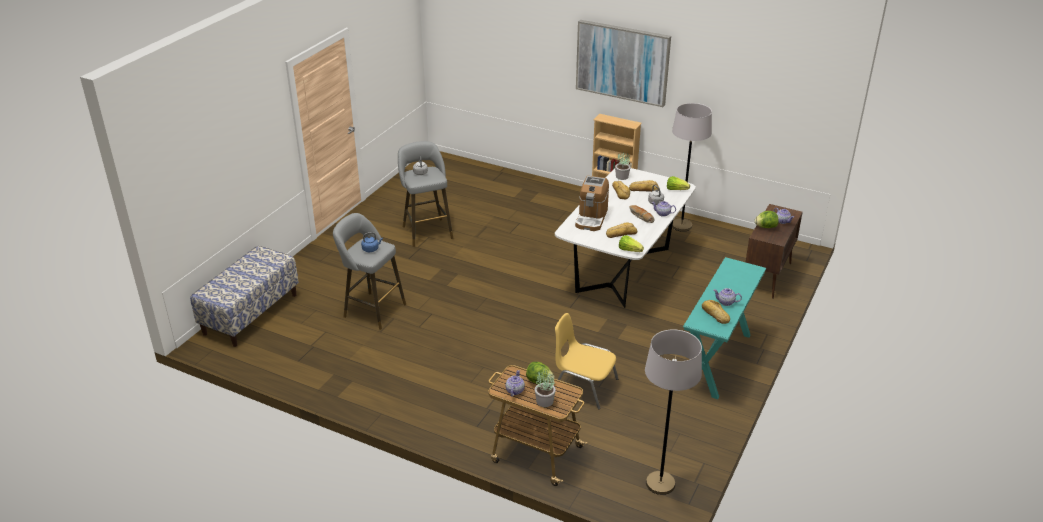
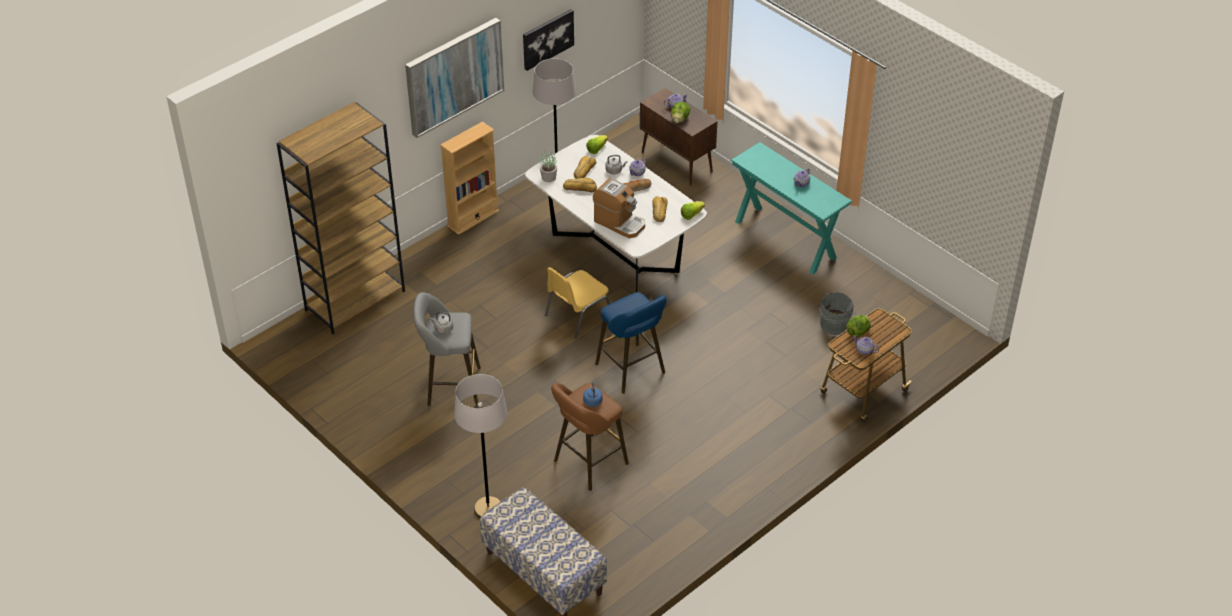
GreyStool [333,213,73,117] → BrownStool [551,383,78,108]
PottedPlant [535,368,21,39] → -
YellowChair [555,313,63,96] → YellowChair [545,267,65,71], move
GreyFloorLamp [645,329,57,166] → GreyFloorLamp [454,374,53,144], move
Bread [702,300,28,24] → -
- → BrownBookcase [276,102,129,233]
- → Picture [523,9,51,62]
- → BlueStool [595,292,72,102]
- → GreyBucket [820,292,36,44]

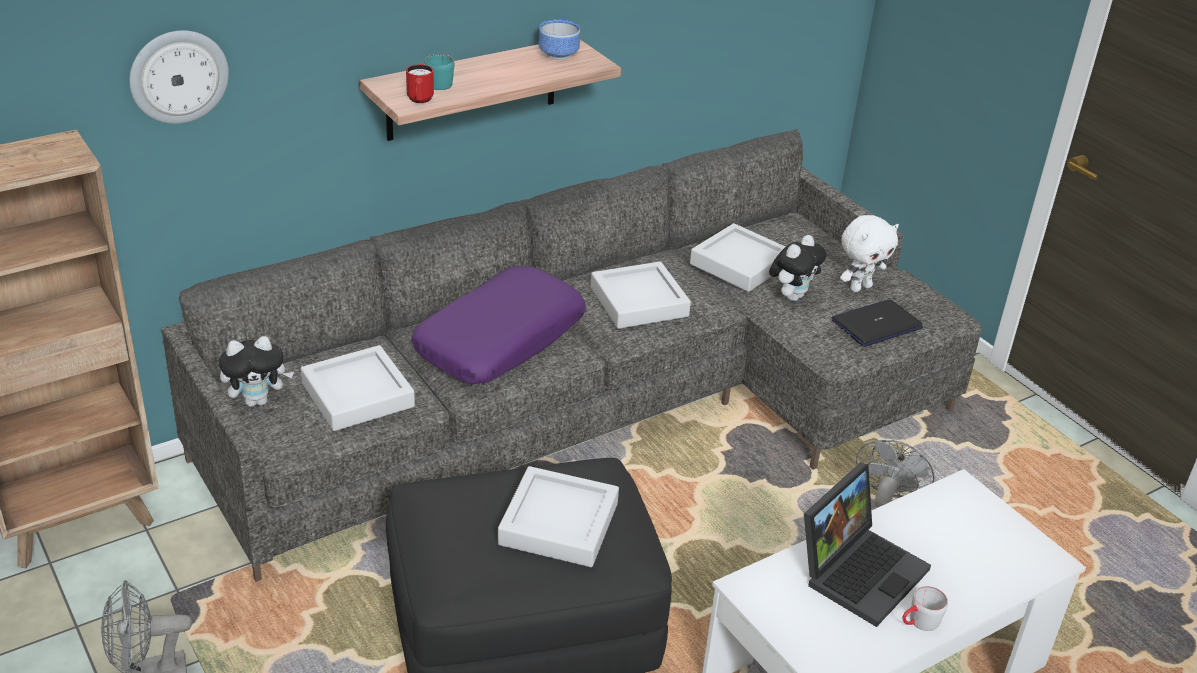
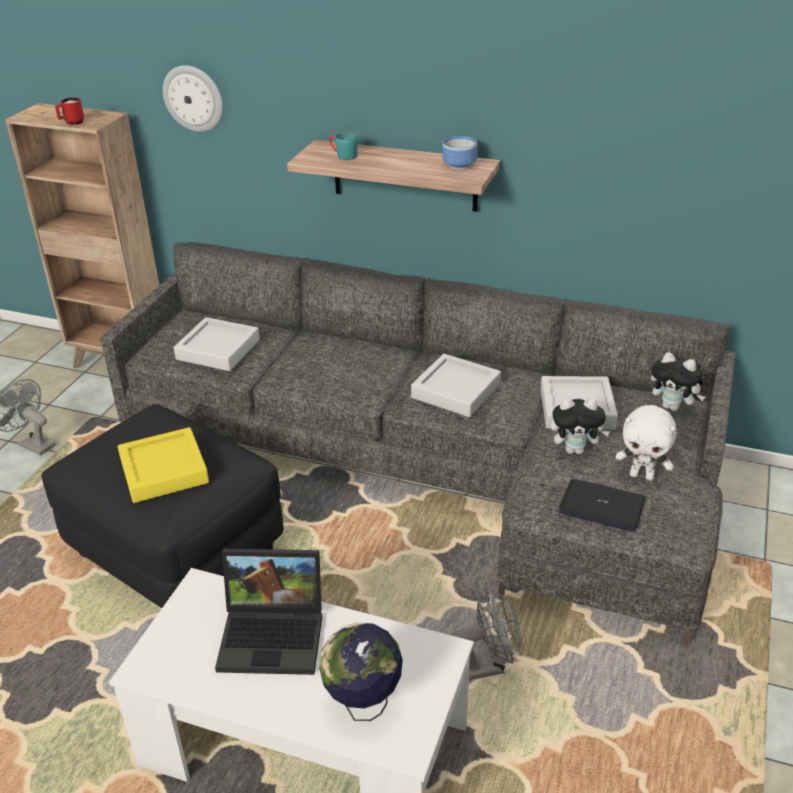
PlushToy [219,336,75,71] → PlushToy [651,352,54,59], move
RedMug [406,64,28,39] → RedMug [55,97,29,28], move
PurplePillow [412,266,174,118] → -
GreyTray [498,466,121,101] → YellowTray [118,427,91,76]
GreyMug [902,586,46,45] → -
- → Globe [319,622,84,99]

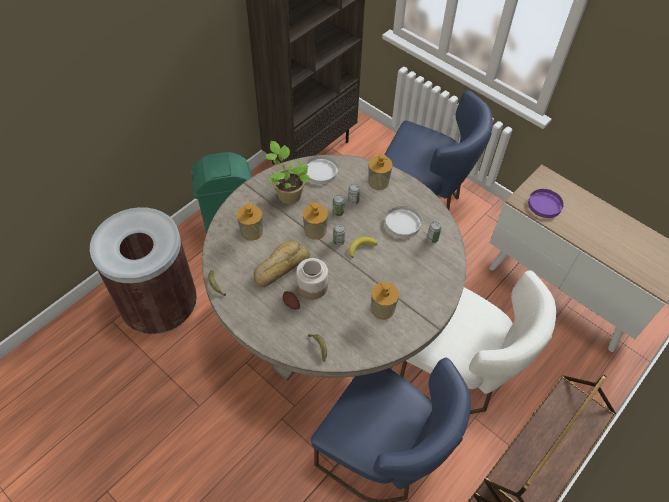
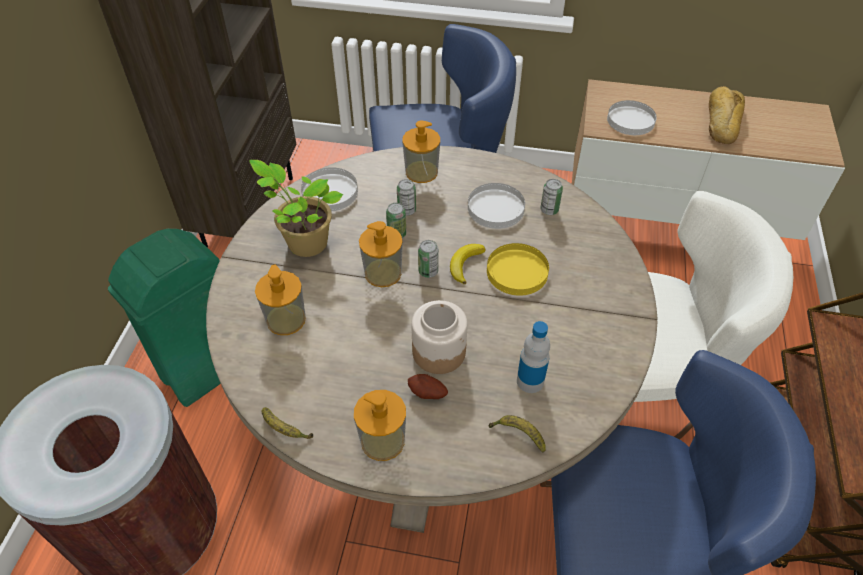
Bread [254,240,56,47] → Bread [709,86,36,58], move
SoapDispenser [371,282,28,38] → SoapDispenser [354,390,52,71], move
PurplePlate [528,189,36,29] → WhitePlate [607,100,50,35]
- → YellowPlate [487,243,62,53]
- → Bottle [517,321,33,72]

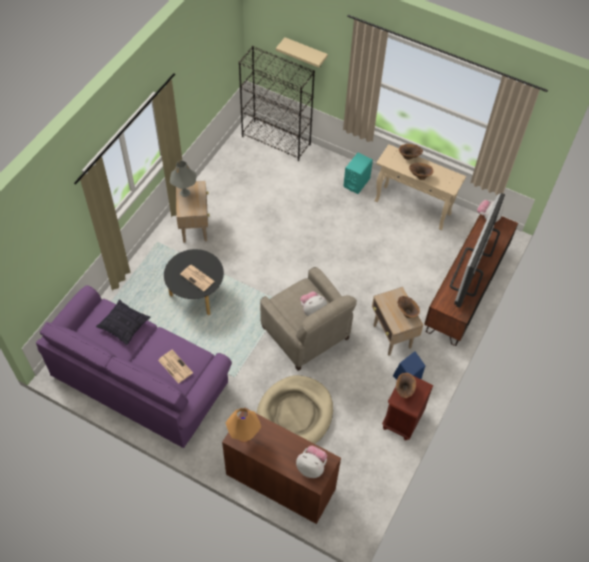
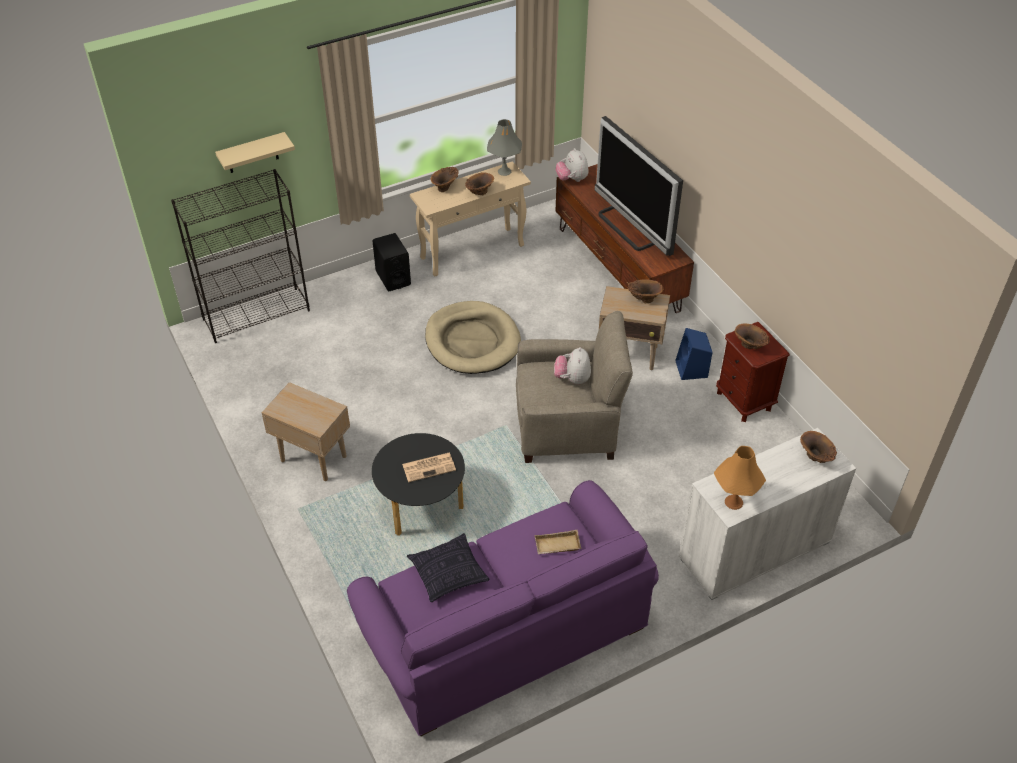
Newspaper [158,350,35,34] → BeigeTray [534,530,47,24]
GreyTableLamp [170,160,27,37] → GreyTableLamp [487,119,35,57], move
BrownCabinet [222,407,119,117] → WhiteCabinet [679,428,177,172]
BeigeDogBed [256,375,77,69] → BeigeDogBed [425,301,96,73], move
PlushToy [296,446,31,32] → BrownVase [800,431,37,32]
TurquoiseSpeaker [343,153,30,41] → BlackSpeaker [372,233,39,58]

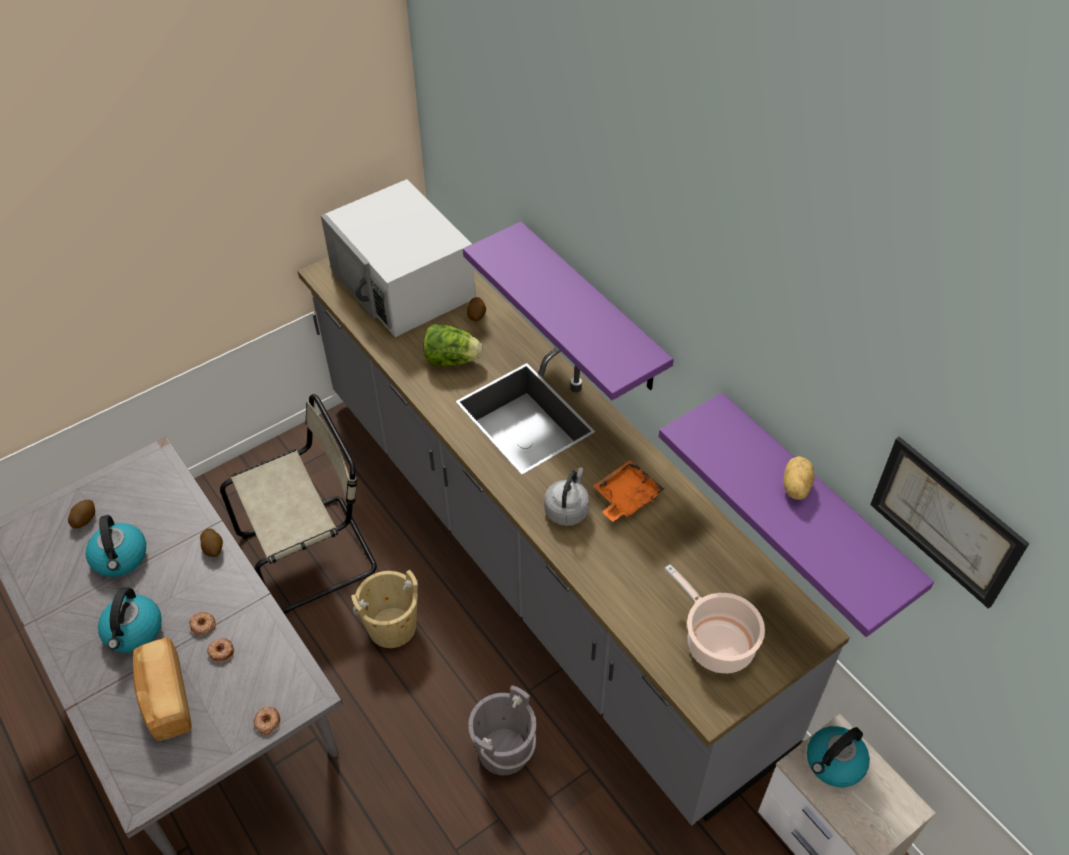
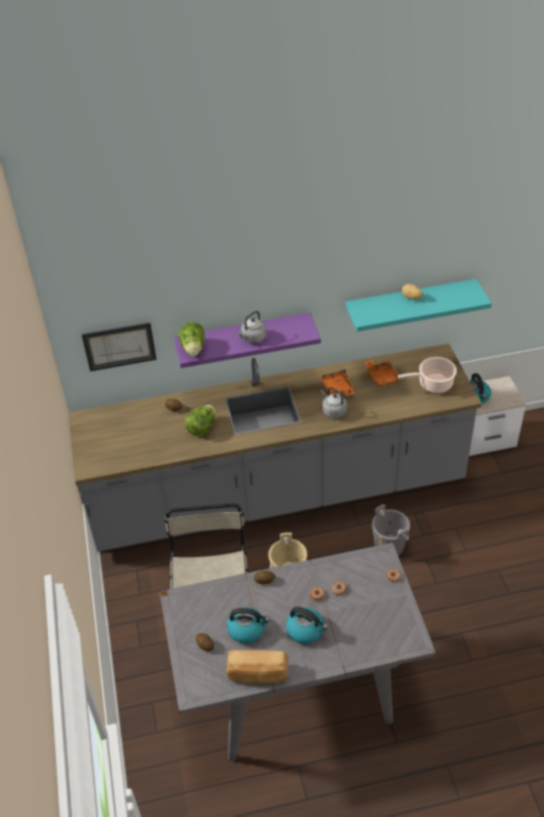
Bread [133,637,59,104] → Bread [226,650,62,34], move
WhiteMicrowave [321,179,155,158] → -
PurpleShelf [658,393,276,244] → TurquoiseShelf [345,279,147,53]
Picture [870,437,159,172] → Picture [82,322,75,49], move
- → Lettuce [178,322,27,34]
- → GreyKettle [236,311,30,32]
- → OrangeTray [365,360,37,27]

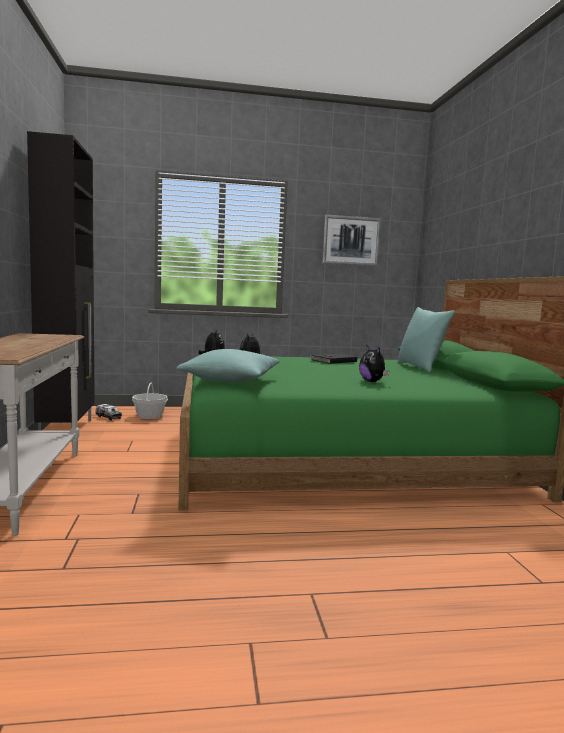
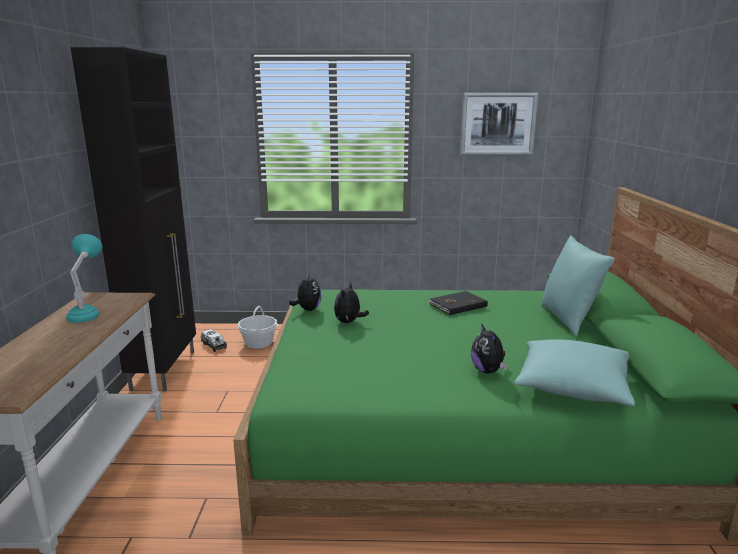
TurquoisePillow [176,349,104,33] → TurquoisePillow [514,339,121,67], move
- → TurquoiseTableLamp [66,234,36,89]

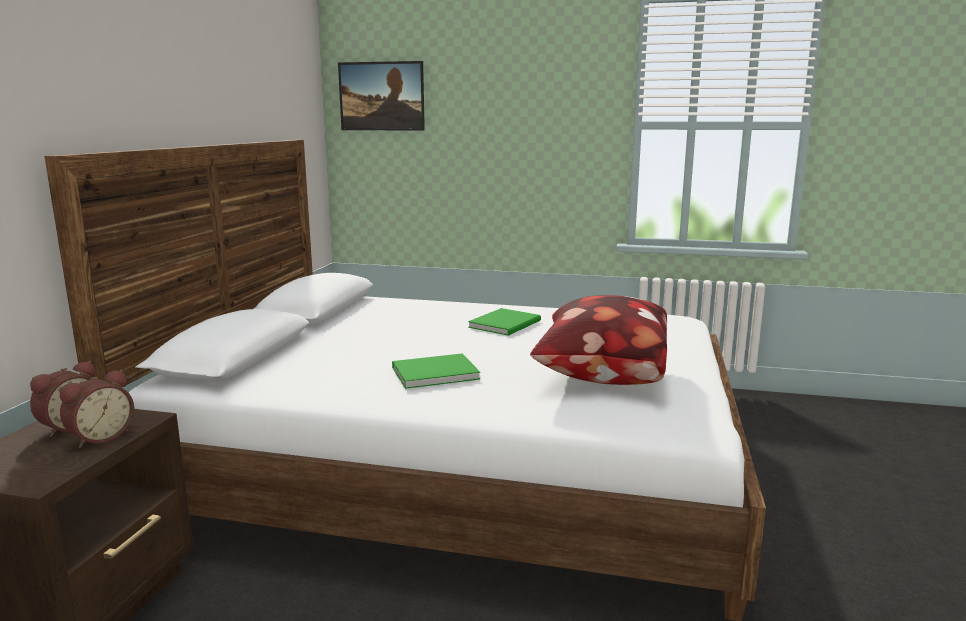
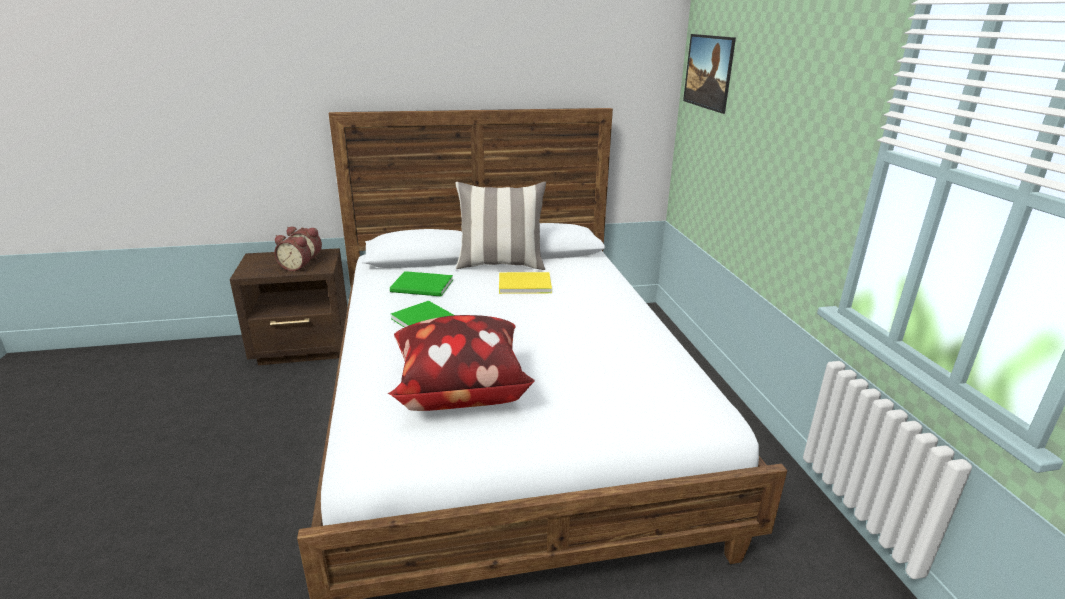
GreenBook [468,308,73,28] → GreenBook [390,271,63,26], move
- → Pillow [455,182,91,88]
- → YellowBook [499,272,53,22]

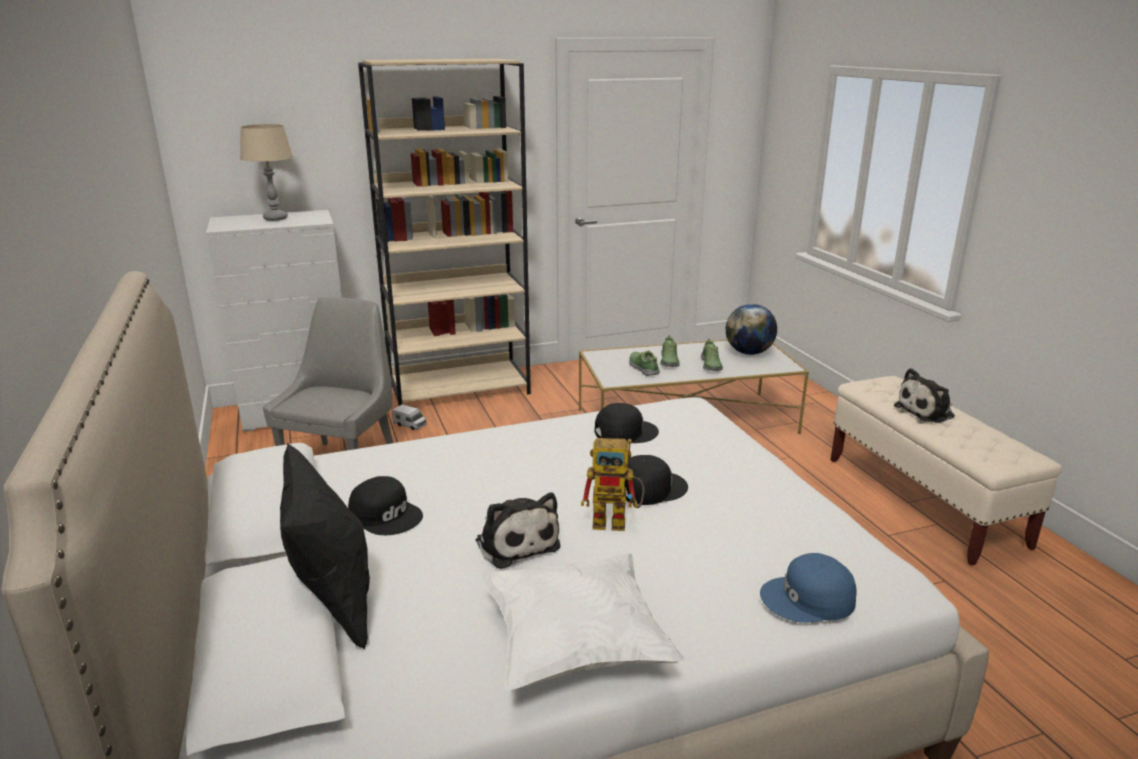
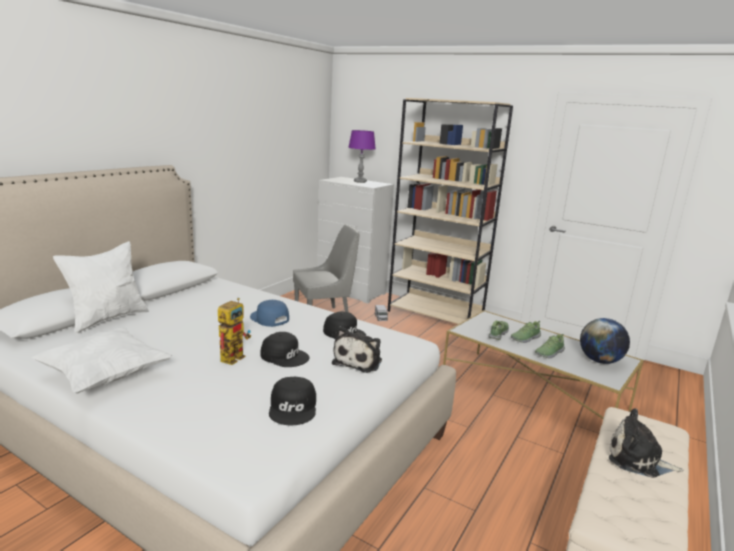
BeigeTableLamp [240,124,53,97] → PurpleTableLamp [348,130,28,53]
BlackPillow [280,443,90,207] → WhitePillow [53,241,96,93]
BlackCap [348,476,75,59] → BlackCap [269,377,47,48], move
PlushToy [476,492,84,77] → PlushToy [332,326,50,47], move
ToyRobot [581,438,64,93] → ToyRobot [218,298,33,67], 120 degrees counterclockwise
BlueCap [760,553,96,70] → BlueCap [250,300,39,27], move

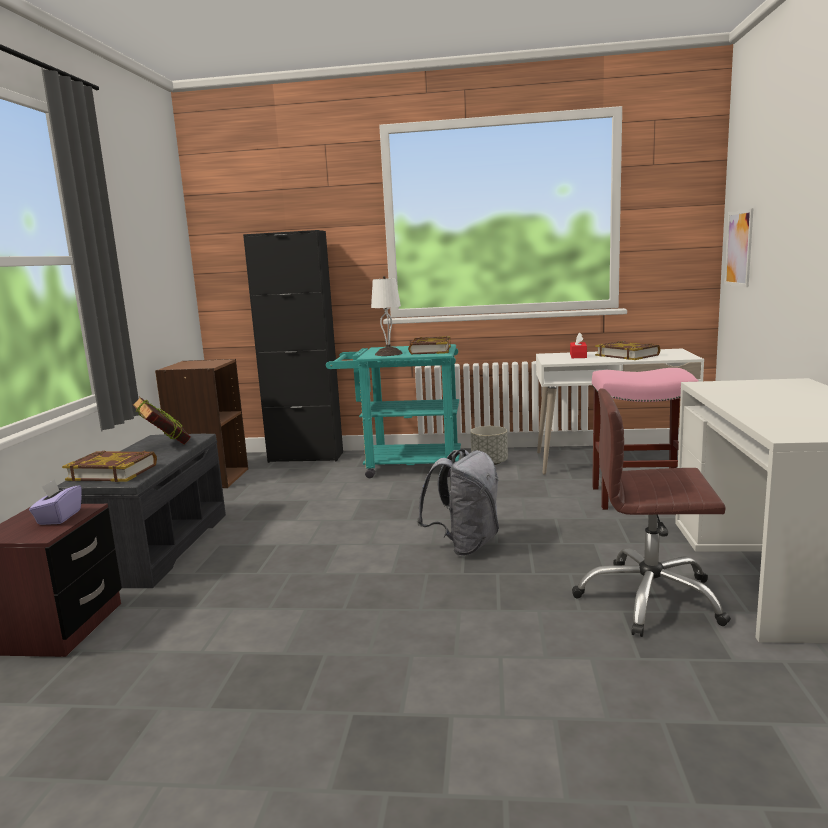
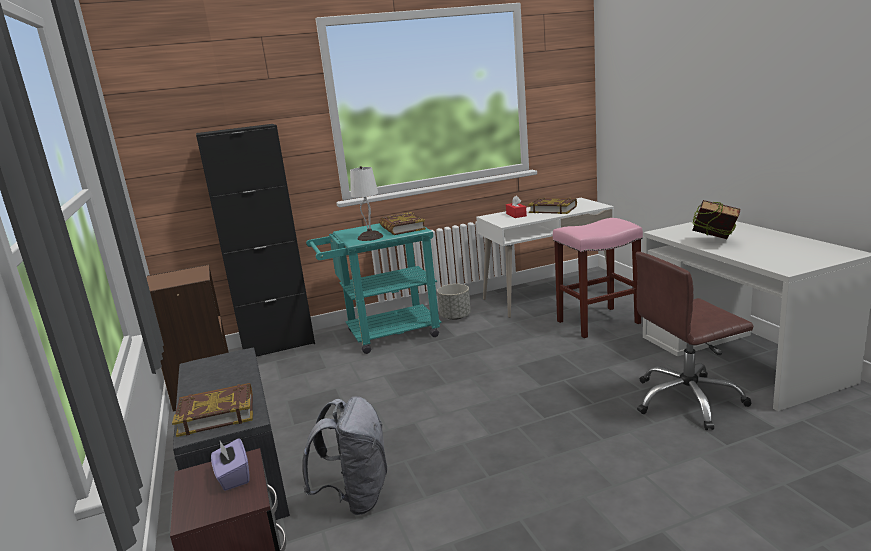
Book [132,397,59,48] → Book [692,200,48,39], move
GreyBackpack [417,449,82,107] → GreyBackpack [302,396,85,119], move
Picture [725,209,28,78] → -

